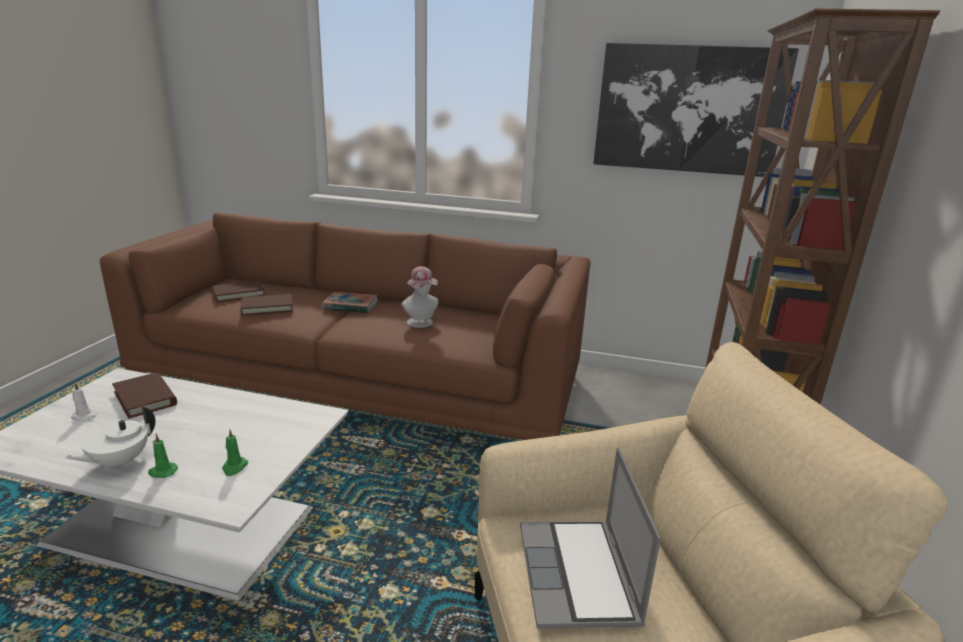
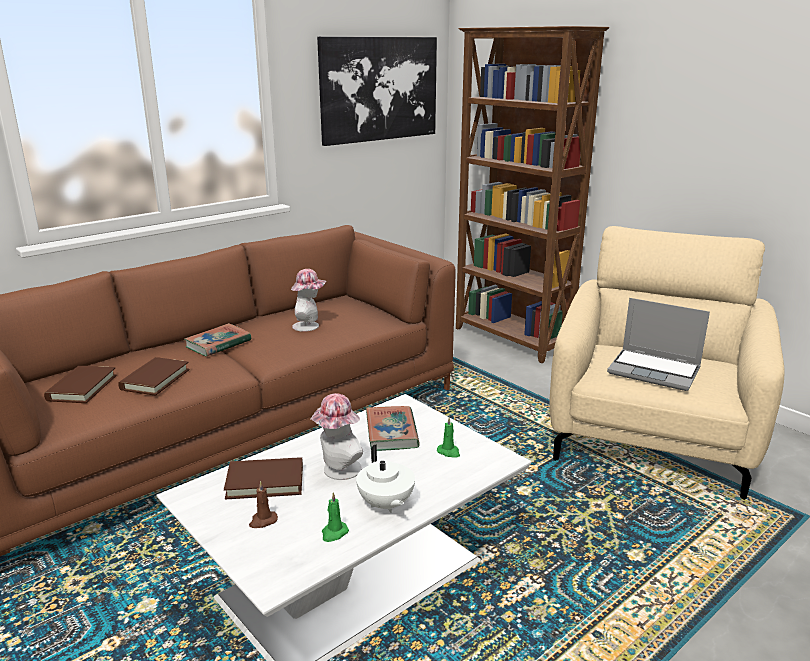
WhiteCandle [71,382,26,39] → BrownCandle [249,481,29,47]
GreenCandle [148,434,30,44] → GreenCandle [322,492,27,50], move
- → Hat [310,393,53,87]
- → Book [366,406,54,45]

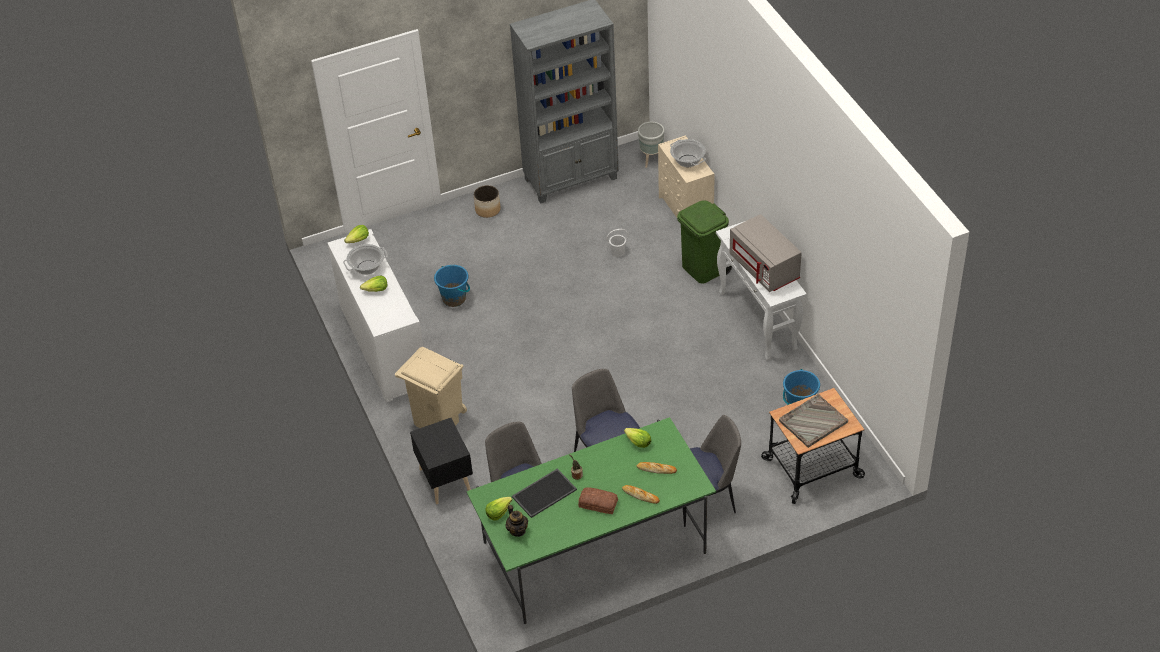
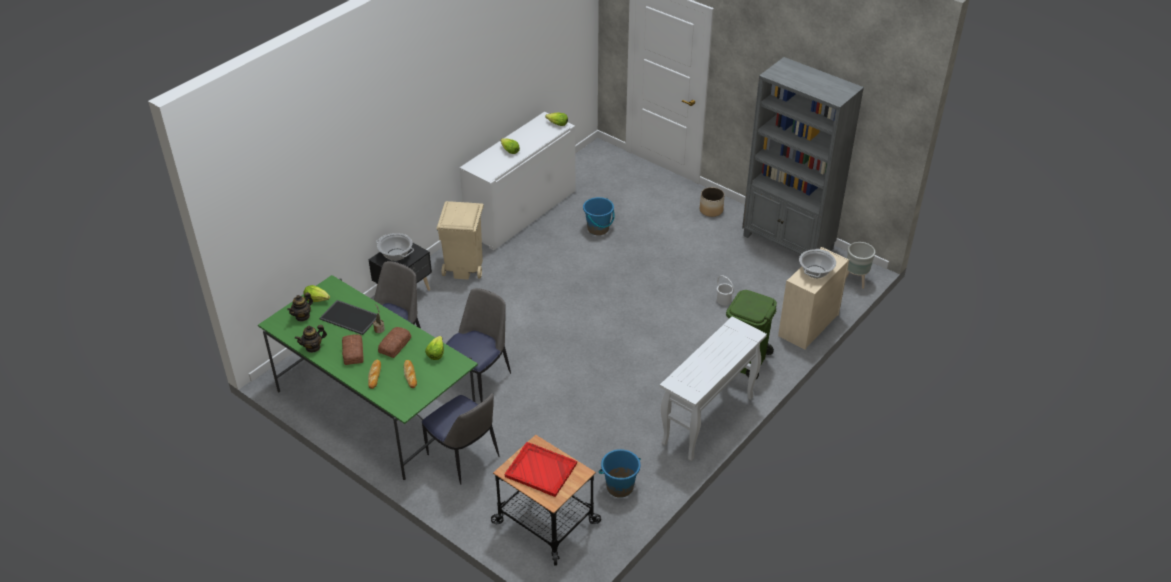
CookingPot [343,244,45,31] → CookingPot [376,233,38,28], move
GreyMicrowave [730,214,71,78] → -
GreyTray [779,394,69,54] → RedTray [505,442,72,55]
- → Teapot [295,325,32,28]
- → Bread [378,327,33,31]

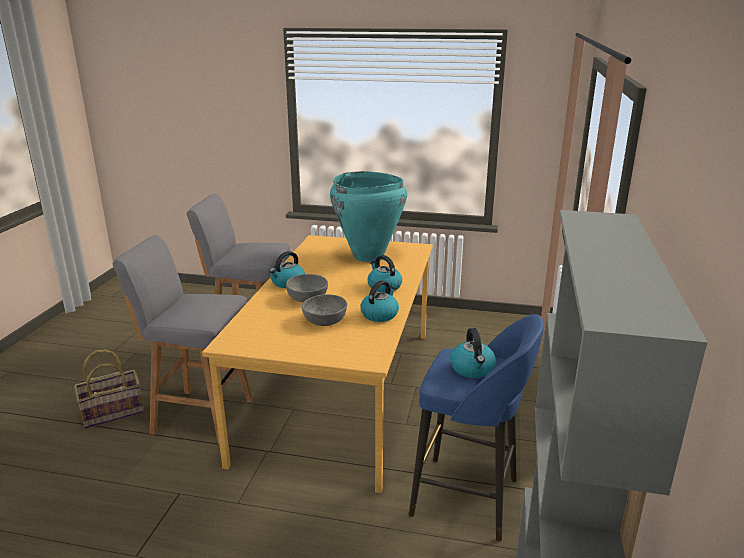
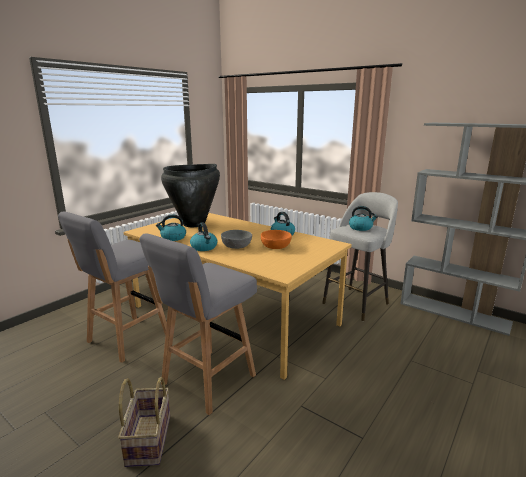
GreyBowl [302,294,45,32] → OrangeBowl [261,230,31,19]
TurquoiseVase [330,171,77,91] → BlackVase [161,164,59,63]
Kettle [367,255,35,38] → Kettle [156,215,30,26], move
BlueStool [409,314,134,228] → GreyStool [322,192,76,129]

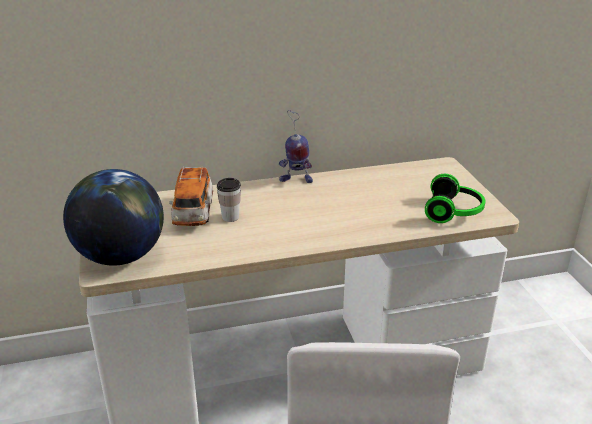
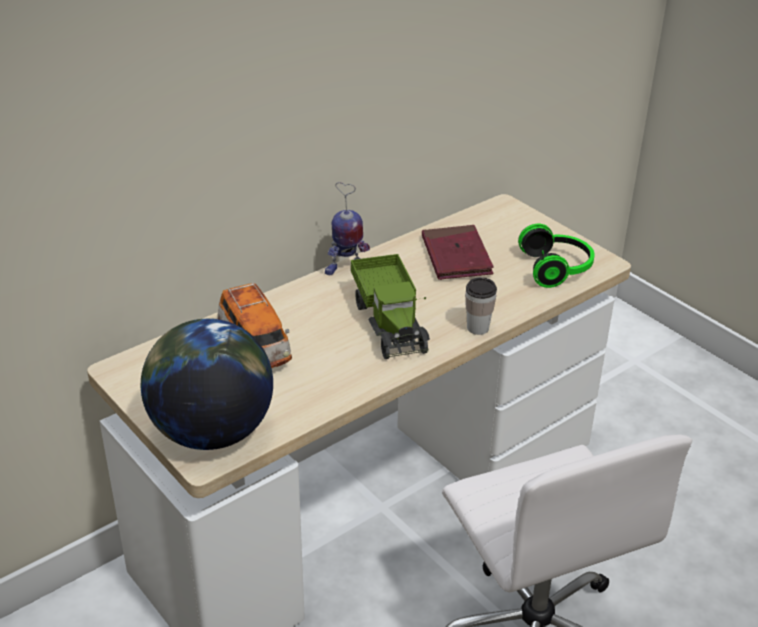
Cup [217,178,24,44] → Cup [465,277,32,58], move
- → ToyTruck [351,254,79,105]
- → RedBook [422,225,72,55]

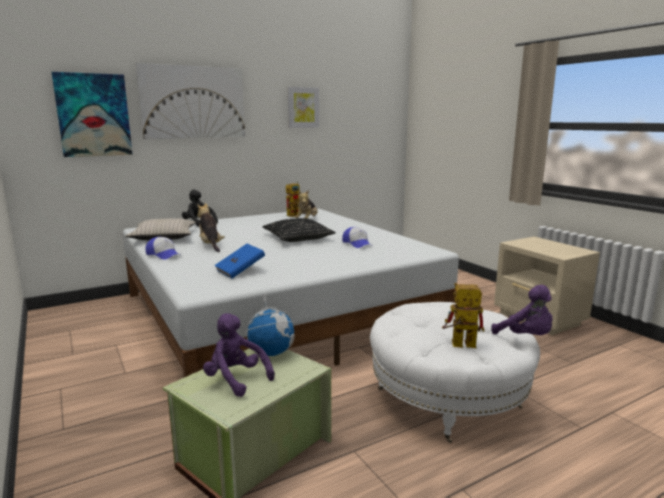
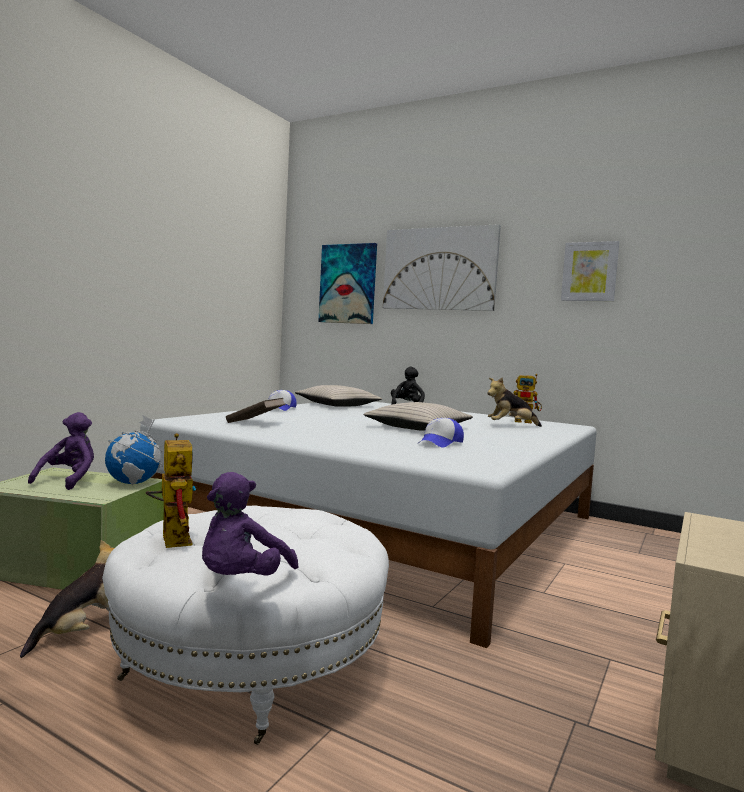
PlushToy [197,203,28,49] → PlushToy [20,540,94,118], move
BlueBook [214,244,51,35] → BrownBook [226,398,60,25]
BlackPillow [262,218,74,24] → BeigePillow [364,402,109,29]

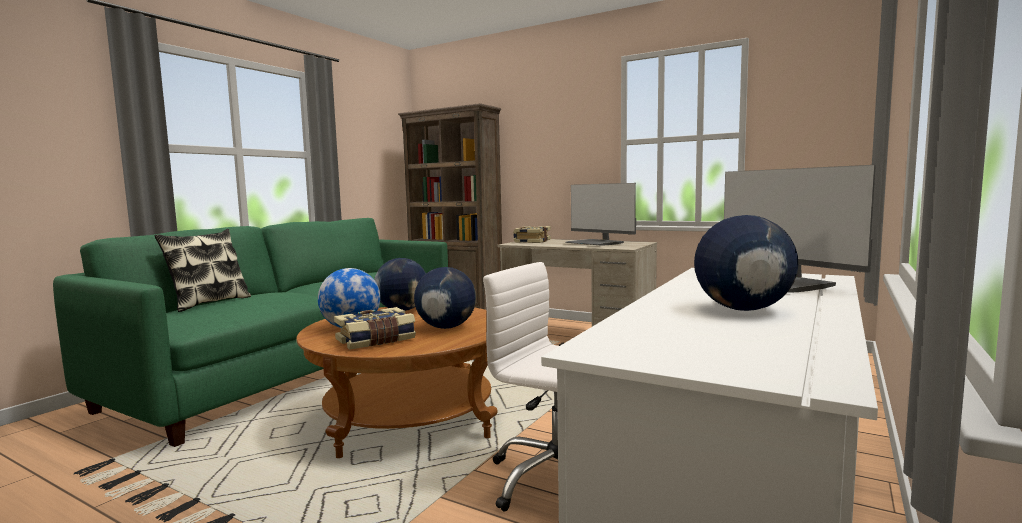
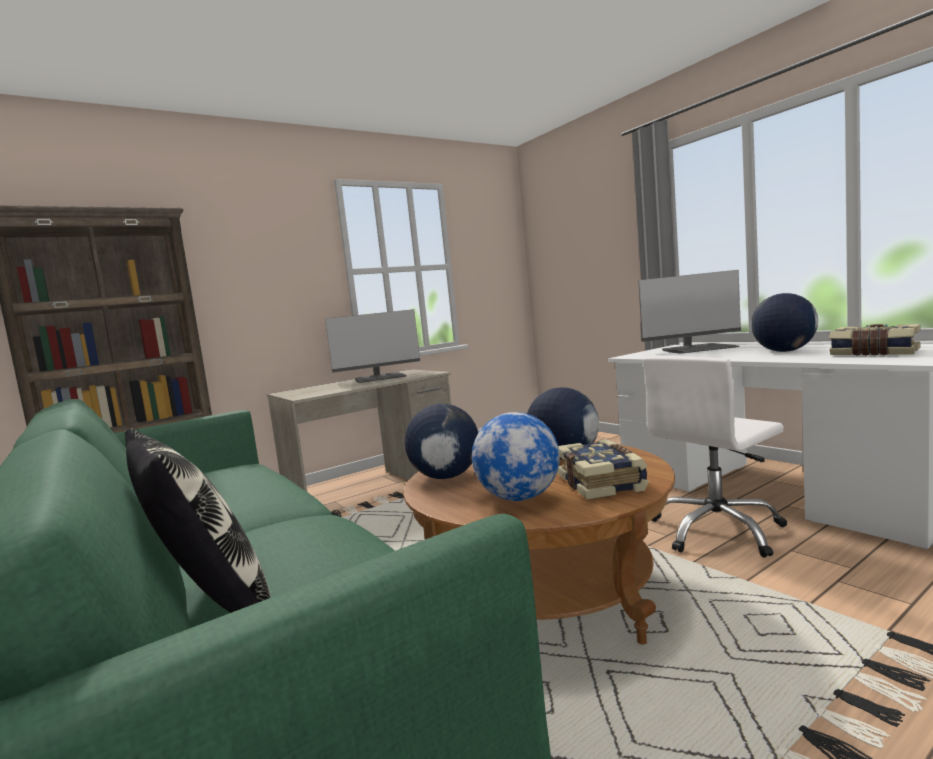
Book [513,226,38,17] → Book [829,324,92,32], move

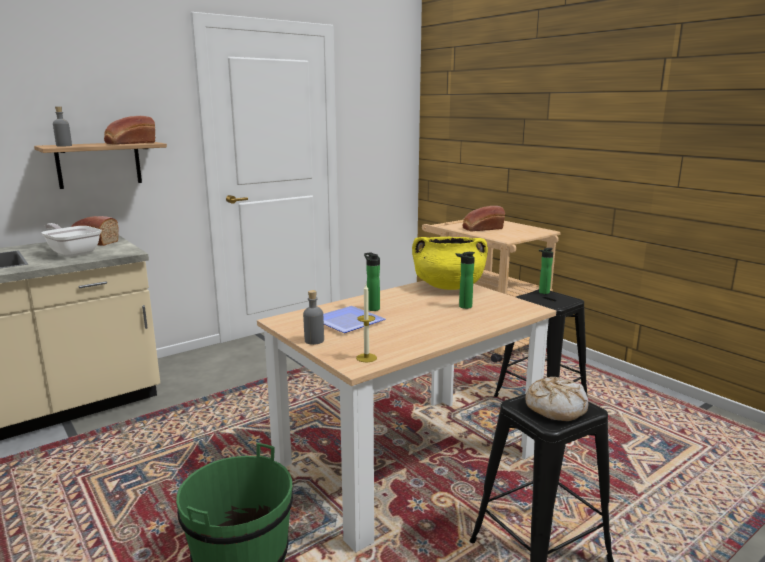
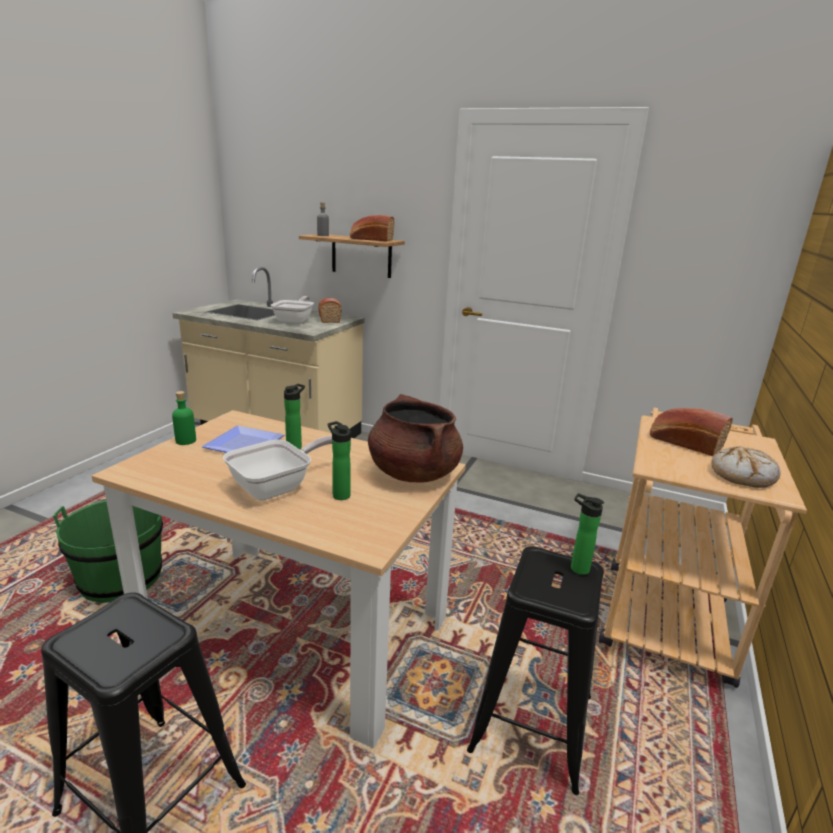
GreyBottle [303,290,21,55] → GreenBottle [172,391,24,54]
Candle [356,285,21,77] → -
YellowCookingPot [412,237,76,53] → BrownCookingPot [368,394,95,89]
Bread [525,377,63,44] → Bread [712,446,69,42], move
- → FryingPan [223,436,109,64]

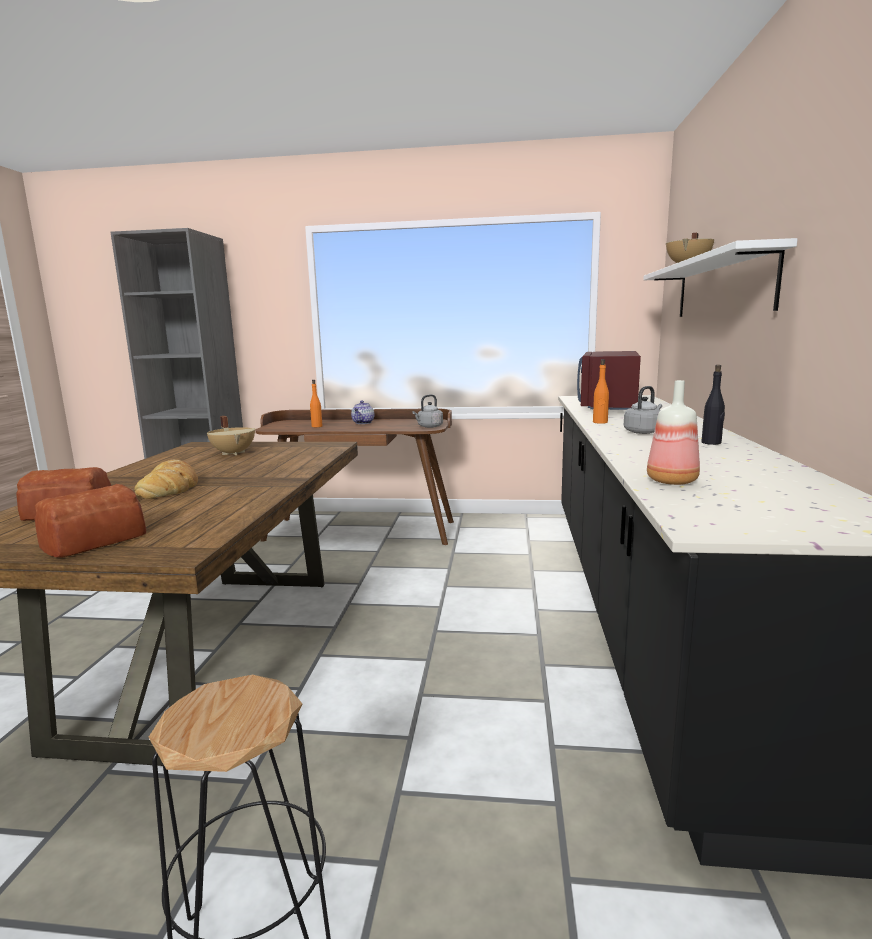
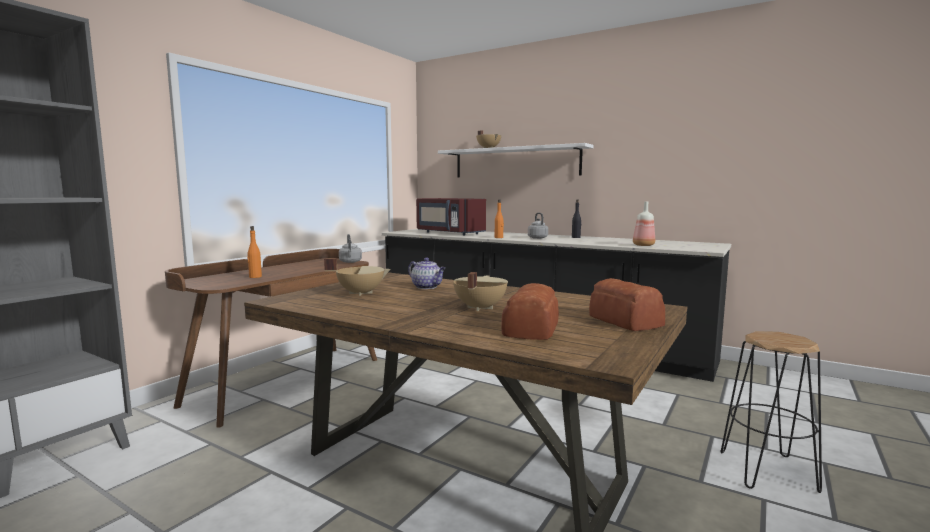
Bread [135,460,63,39] → BeigeCookingPot [453,272,55,39]
Teapot [351,401,24,23] → Teapot [408,258,38,31], move

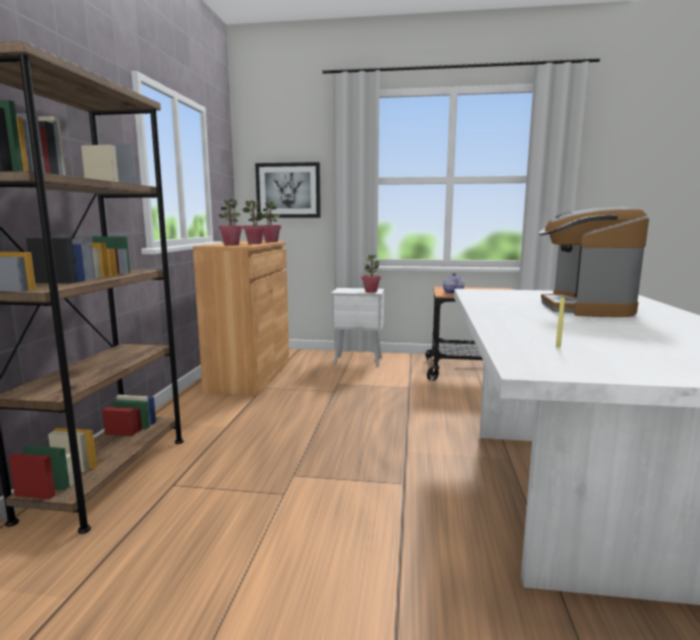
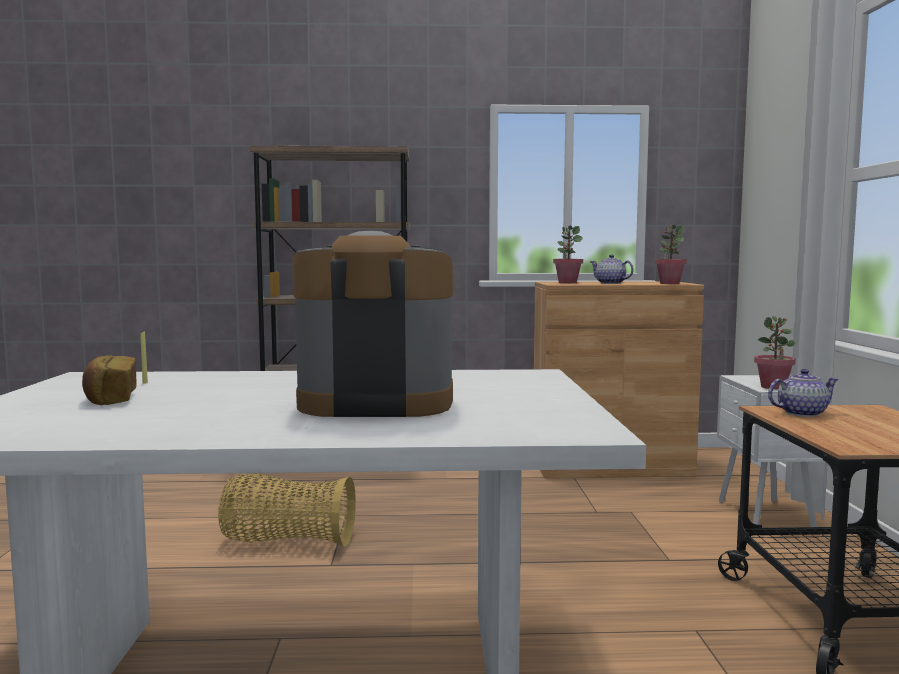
PottedPlant [242,200,24,44] → Teapot [590,255,44,29]
Picture [255,162,66,56] → -
- → Bread [82,355,55,50]
- → Basket [218,474,138,73]

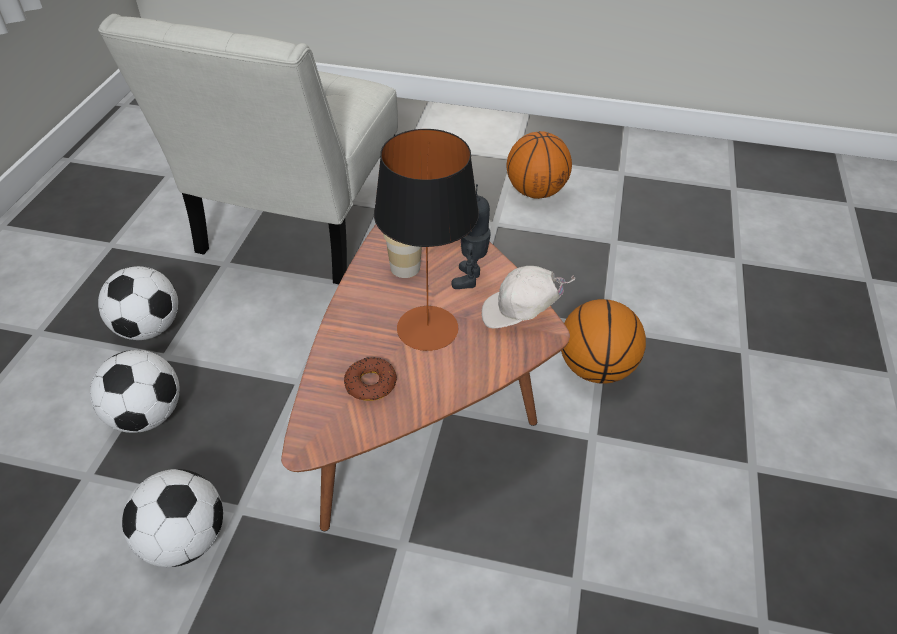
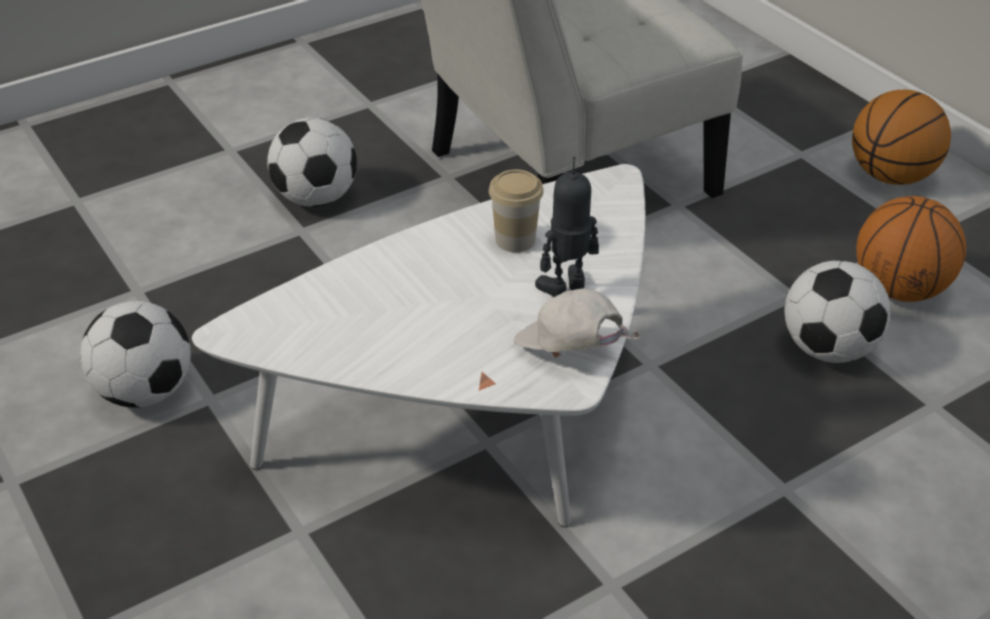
Football [90,350,90,83] → Football [785,260,106,103], move
BrownCoffeeTable [281,224,289,307] → WhiteCoffeeTable [192,164,454,363]
Donut [344,357,53,44] → -
TableLamp [374,129,105,222] → -
Basketball [561,299,85,85] → Basketball [852,90,99,95], move

